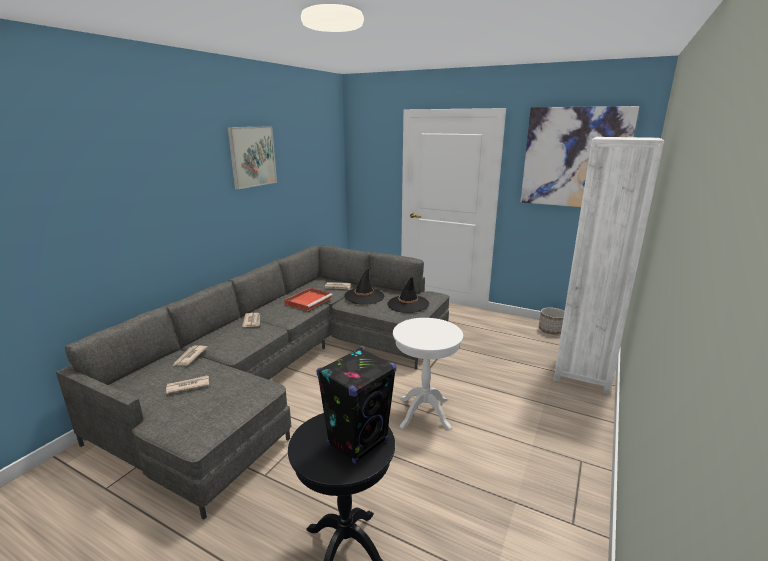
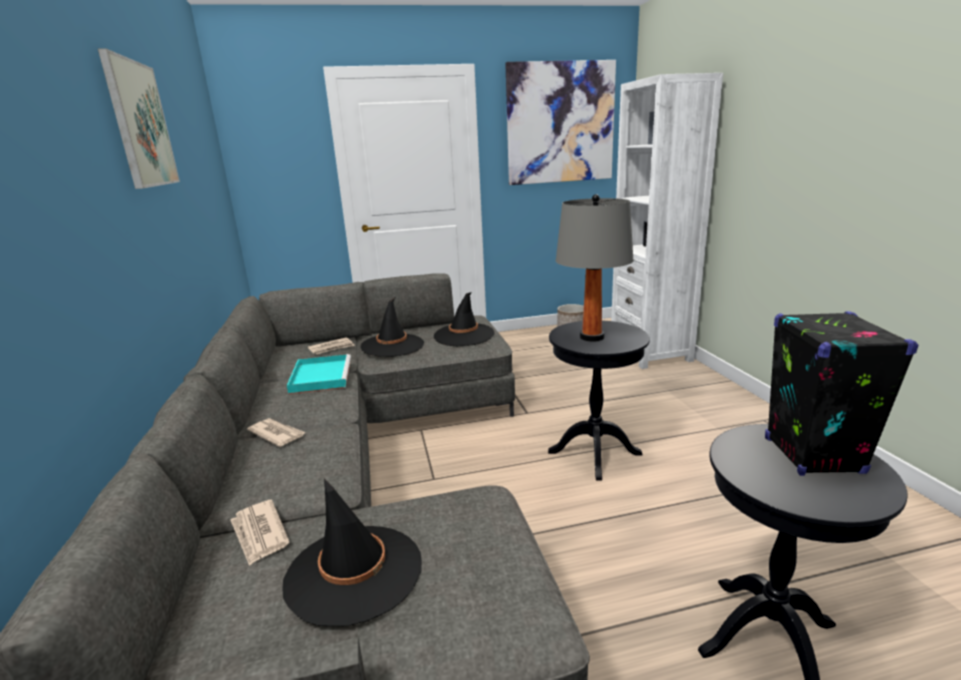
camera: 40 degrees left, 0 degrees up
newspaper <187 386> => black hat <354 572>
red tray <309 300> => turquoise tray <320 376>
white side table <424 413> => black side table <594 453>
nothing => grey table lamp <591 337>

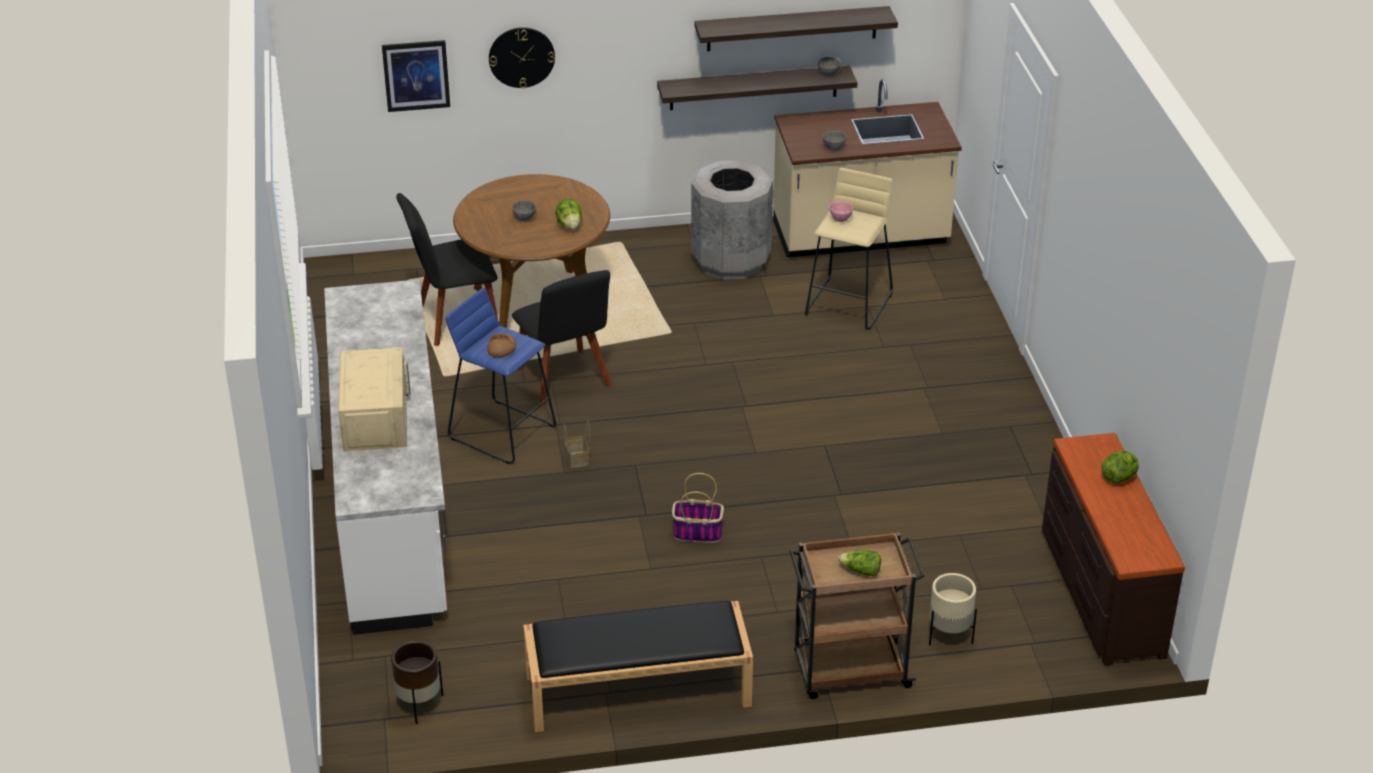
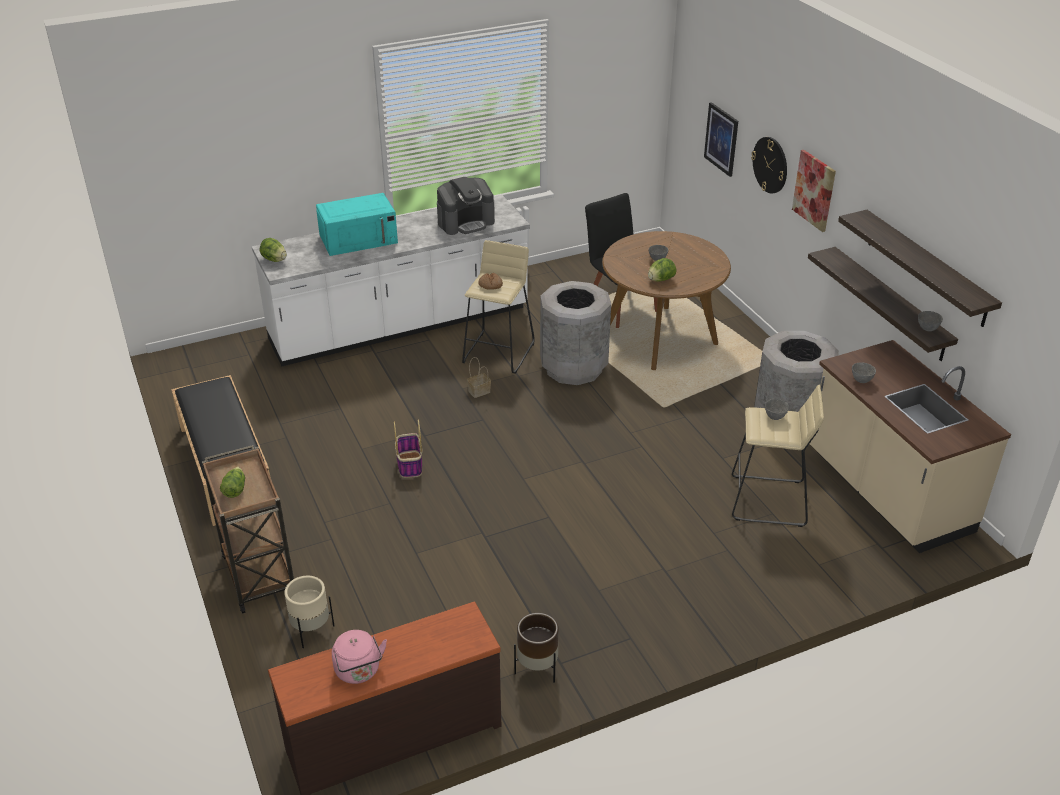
camera: 75 degrees right, 0 degrees up
lettuce <1119 478> => lettuce <274 260>, moved
beige microwave <375 417> => turquoise microwave <359 239>
nothing => pink kettle <359 672>
nothing => coffee machine <466 222>
blue stool <502 431> => beige stool <499 352>
brown planter <419 704> => brown planter <537 669>, moved
black chair <565 380> => grey trash can <573 368>
pink bowl <840 219> => grey bowl <774 417>
nothing => picture <814 190>

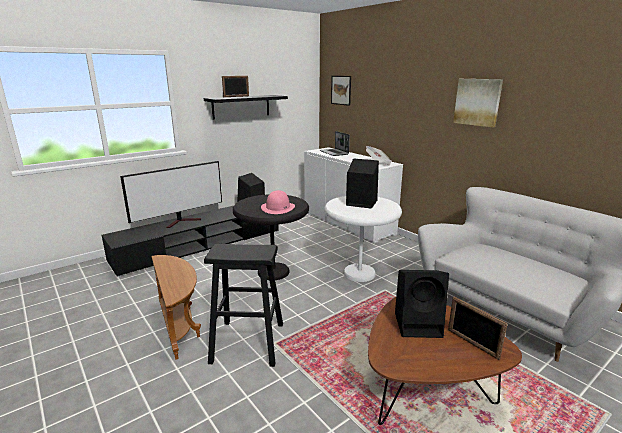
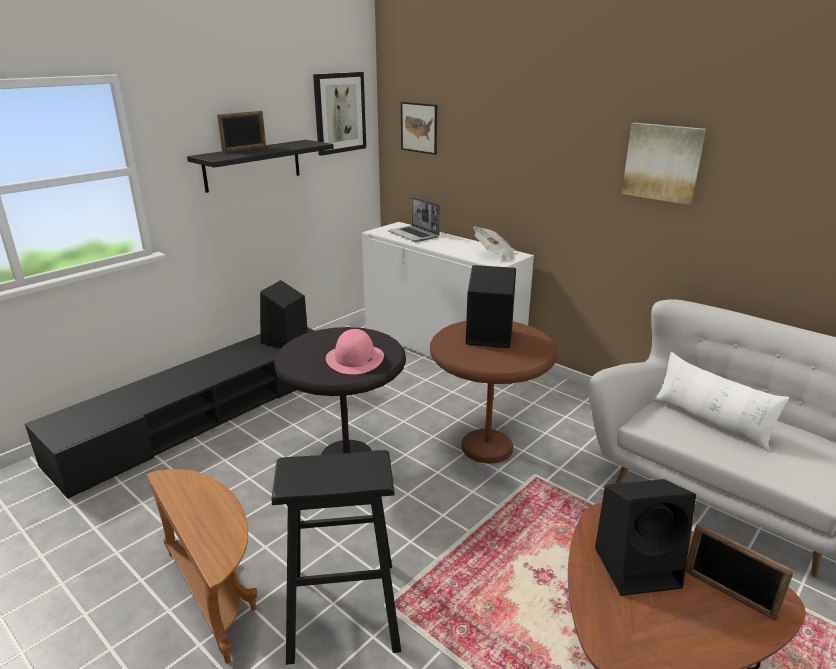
camera: 10 degrees left, 5 degrees up
nothing => picture <339 113>
white side table <359 274> => brown side table <486 447>
nothing => white pillow <710 421>
television <182 221> => nothing

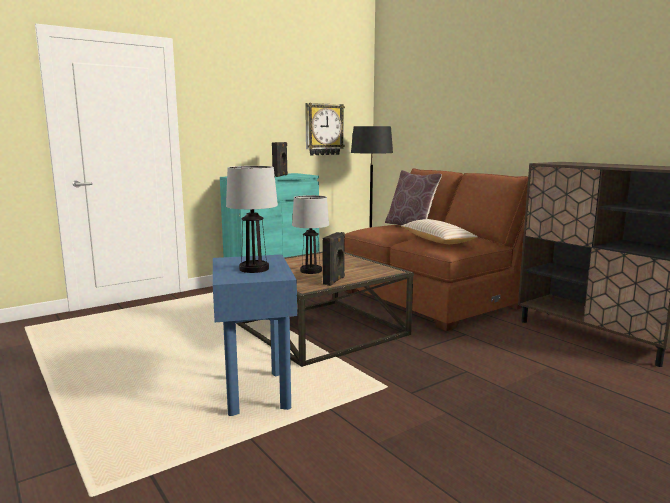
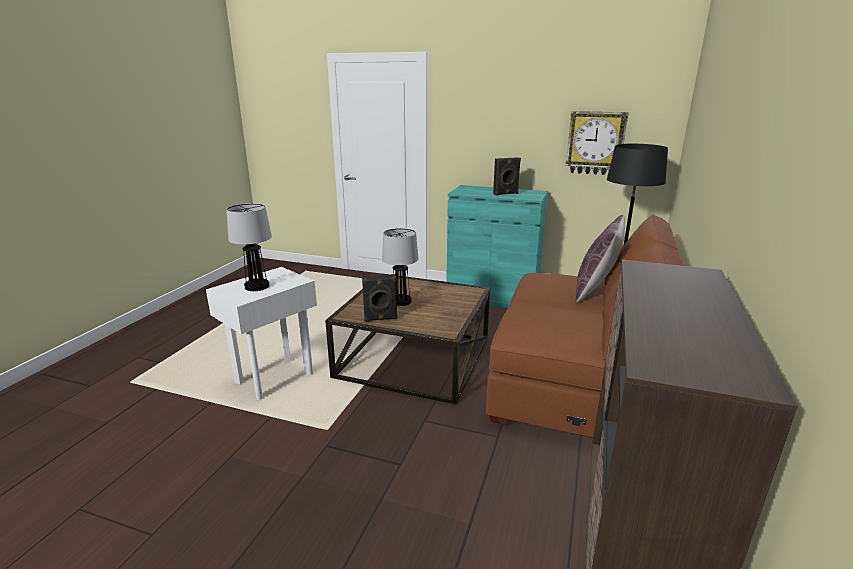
camera: 55 degrees right, 10 degrees up
blue side table <255 393> => white side table <274 378>
beige pillow <436 240> => nothing

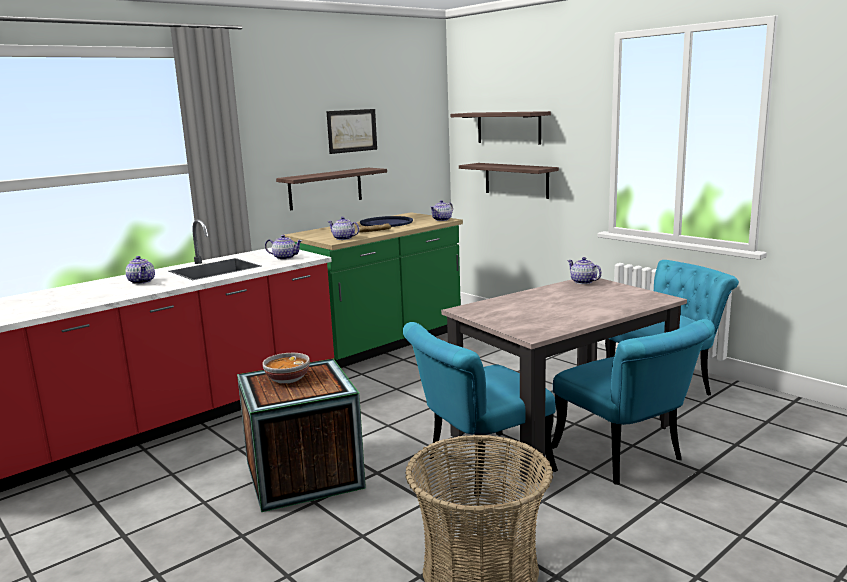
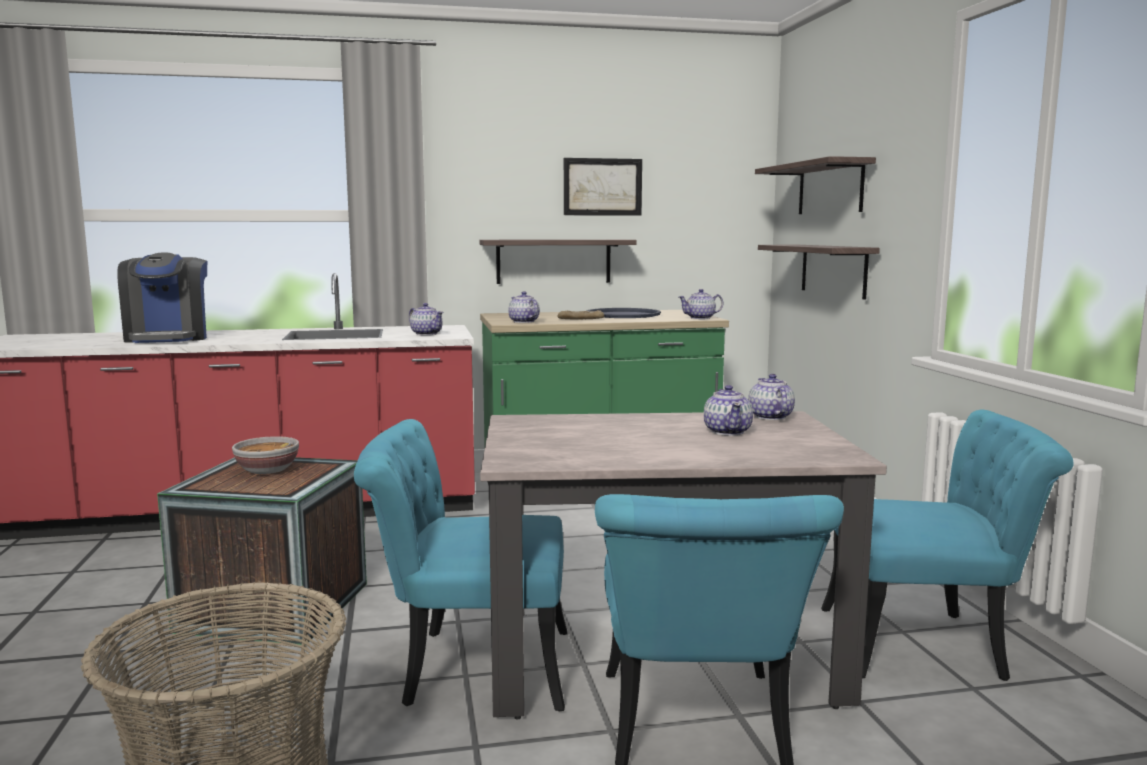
camera: 30 degrees right, 5 degrees down
nothing => coffee machine <168 338>
teapot <142 281> => teapot <728 431>, moved

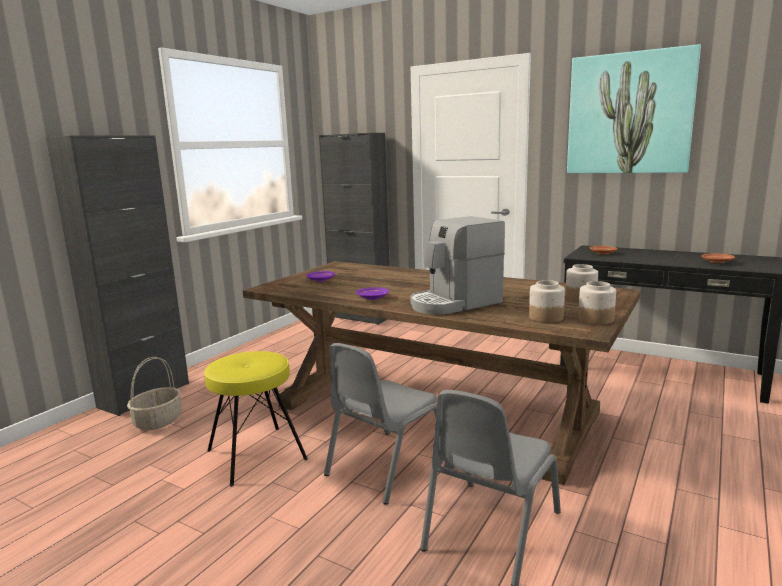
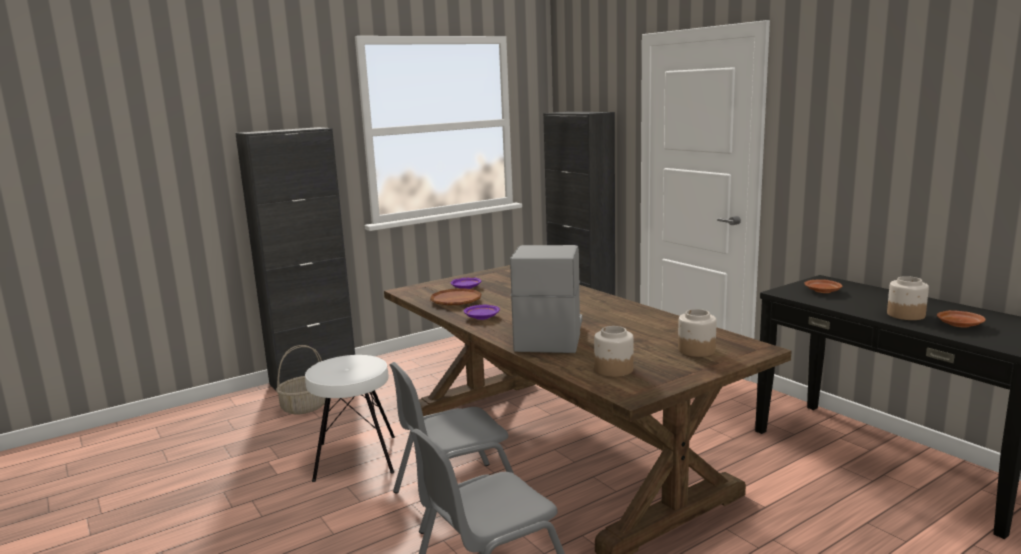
camera: 25 degrees right, 0 degrees up
yellow stool <256 454> => white stool <356 457>
nothing => brown plate <456 301>
coffee machine <454 303> => coffee machine <549 336>, 105 degrees clockwise
jar <595 319> => jar <905 315>, moved
picture <629 114> => nothing

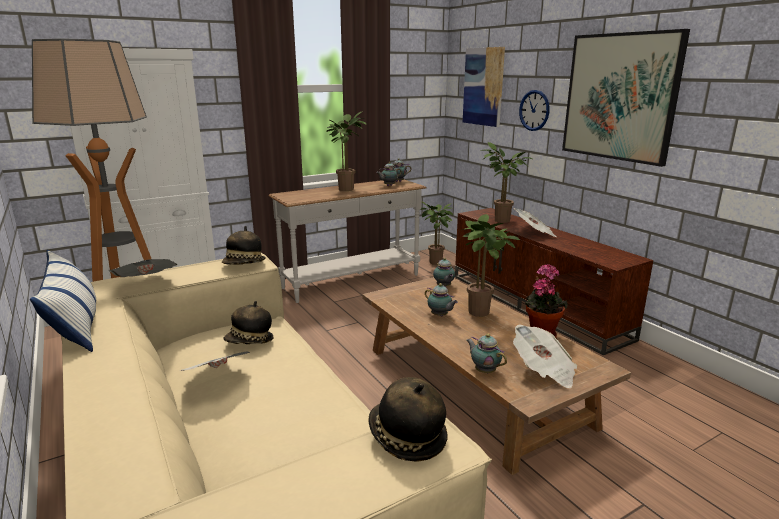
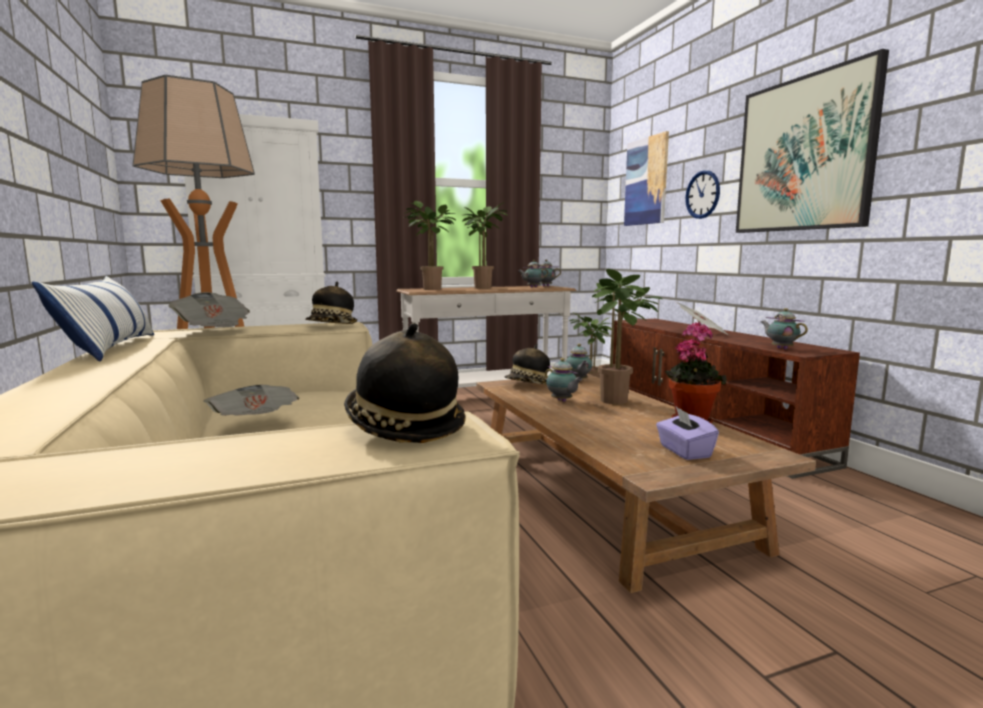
camera: 10 degrees right, 10 degrees down
potted plant <499 221> => potted plant <428 289>, moved
hat <250 342> => hat <527 384>, moved
newspaper <544 371> => purple tissue box <684 451>
teapot <484 370> => teapot <780 348>, moved

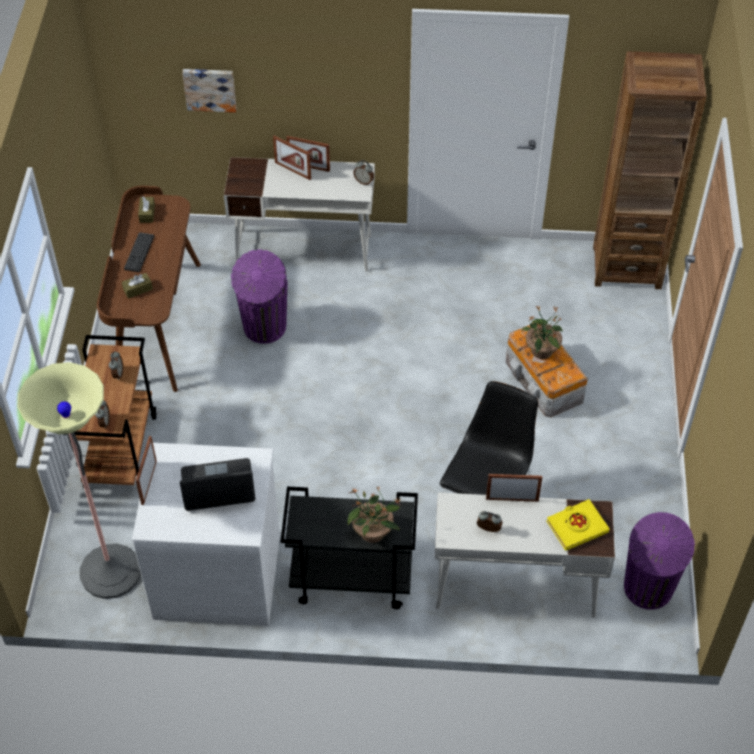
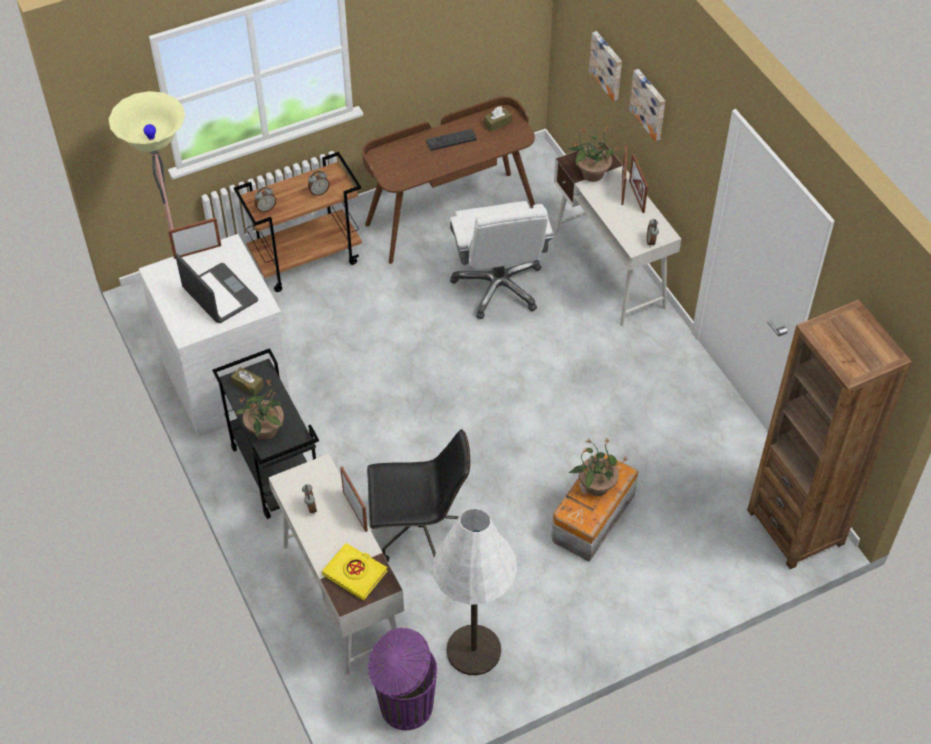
camera: 60 degrees right, 0 degrees up
brown tissue box <138 289> => brown tissue box <248 385>, moved
nothing => white floor lamp <473 650>
purple trash can <264 328> => white office chair <499 286>
nothing => potted plant <591 173>
nothing => picture <649 104>

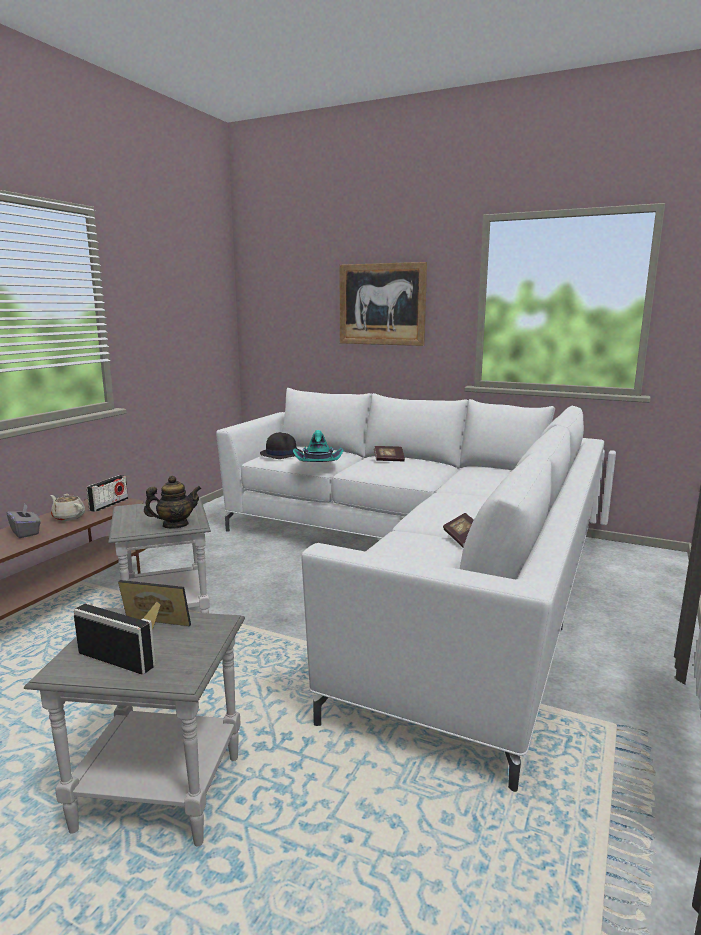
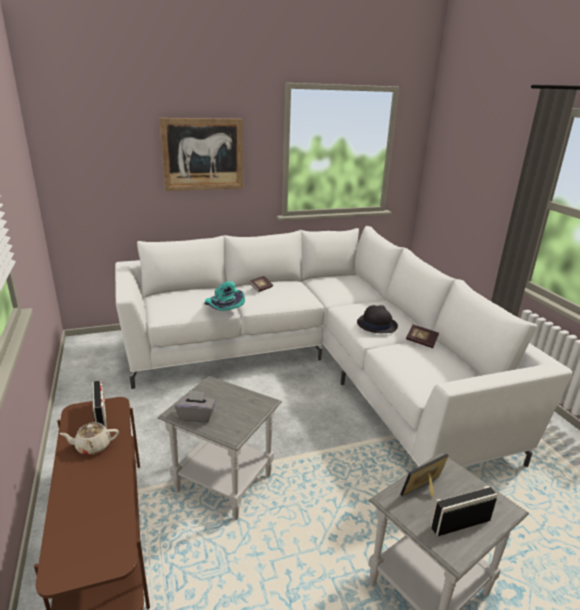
camera: 45 degrees left, 10 degrees up
grey tissue box <25 532> => grey tissue box <196 416>, moved
black hat <281 453> => black hat <376 324>, moved
teapot <175 525> => nothing

